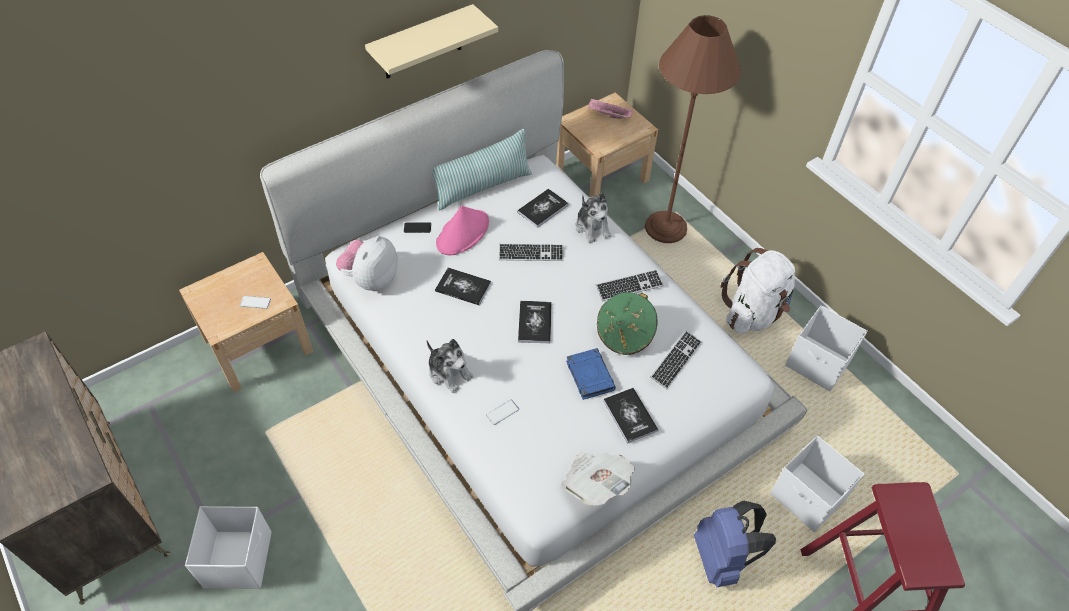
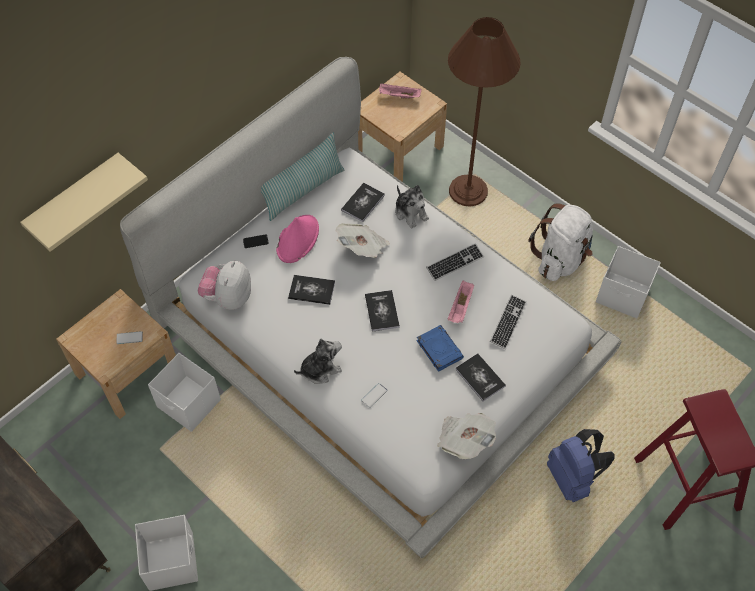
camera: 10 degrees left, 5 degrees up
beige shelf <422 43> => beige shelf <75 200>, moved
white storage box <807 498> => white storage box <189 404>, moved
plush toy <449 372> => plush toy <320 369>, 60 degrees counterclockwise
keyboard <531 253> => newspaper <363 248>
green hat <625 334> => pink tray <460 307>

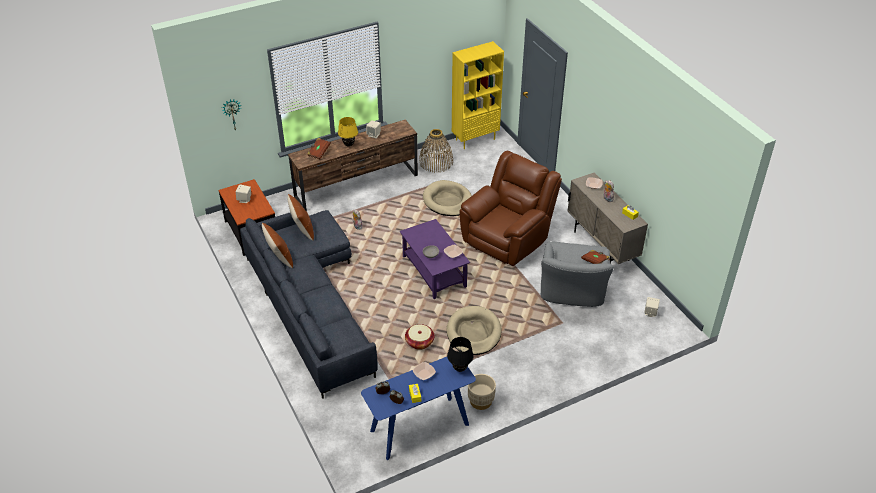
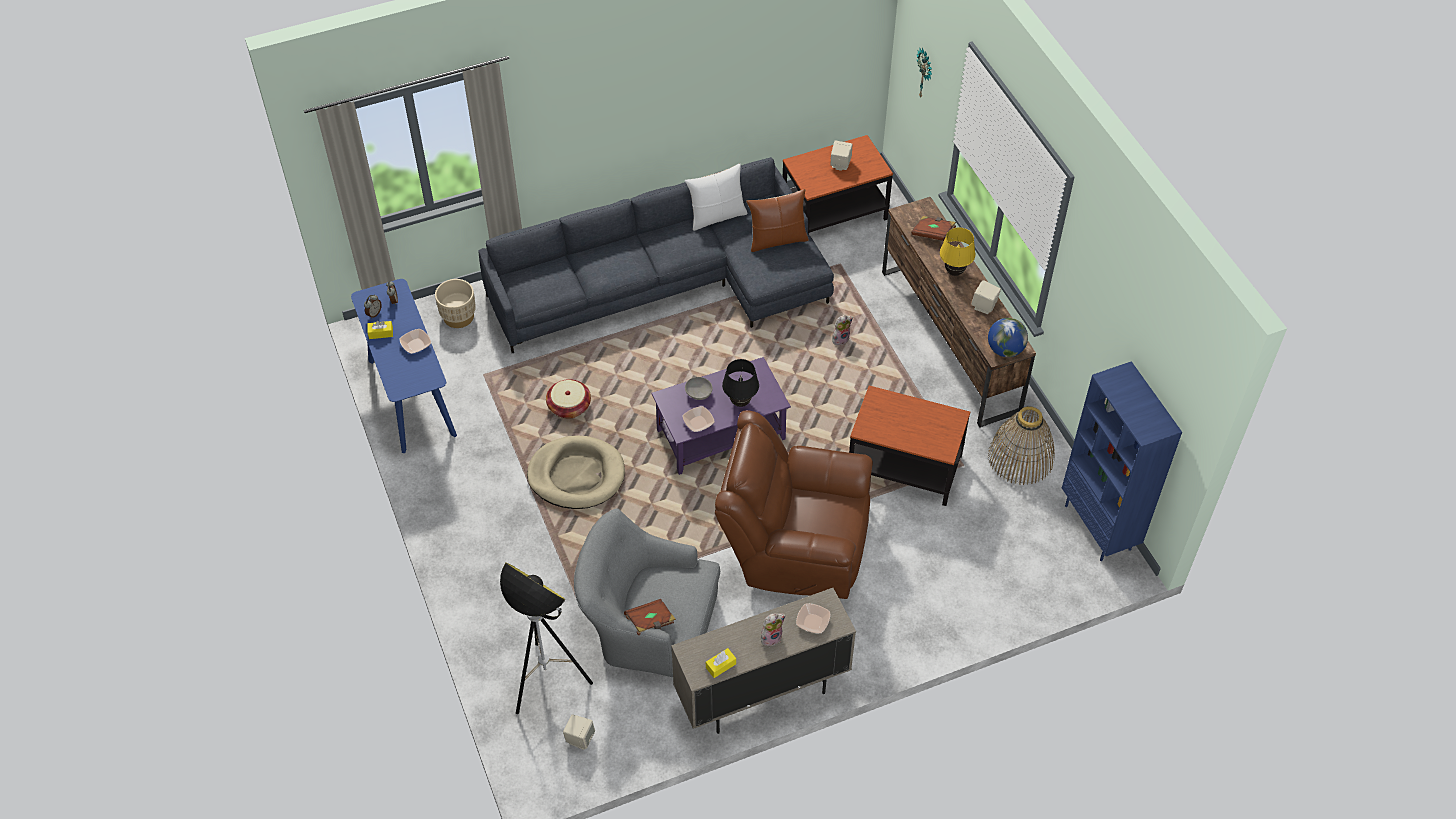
camera: 95 degrees right, 10 degrees up
beige planter <480 401> => beige planter <458 316>, moved
nothing => floor lamp <546 682>
brown pillow <280 258> => white pillow <717 216>
brown armchair <507 238> => brown armchair <794 547>, 150 degrees clockwise
black table lamp <460 369> => black table lamp <740 402>, moved
beige dog bed <448 201> => side table <904 467>
nothing => globe <1005 350>
yellow bookcase <475 139> => blue bookcase <1099 527>

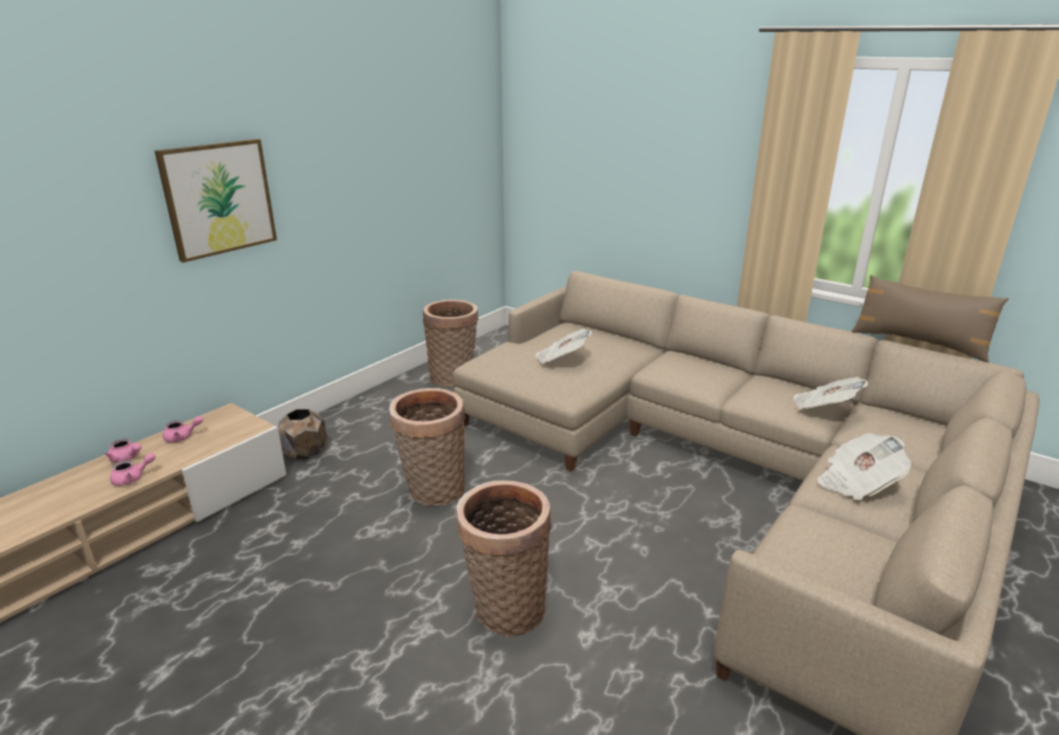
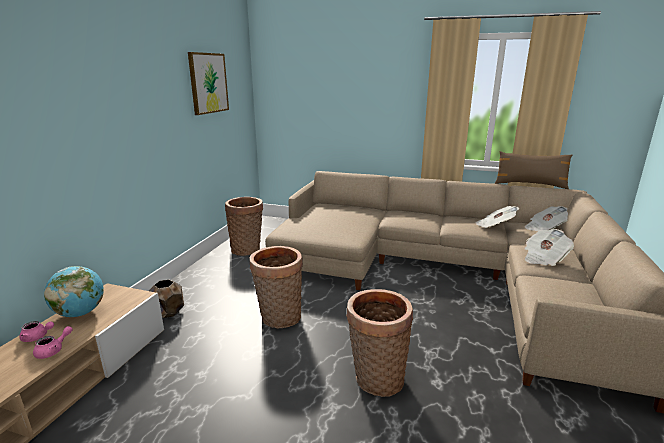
camera: 20 degrees left, 5 degrees down
pink teapot <182 437> => globe <80 313>
picture <219 198> => picture <208 83>, moved
newspaper <561 359> => newspaper <544 228>, moved

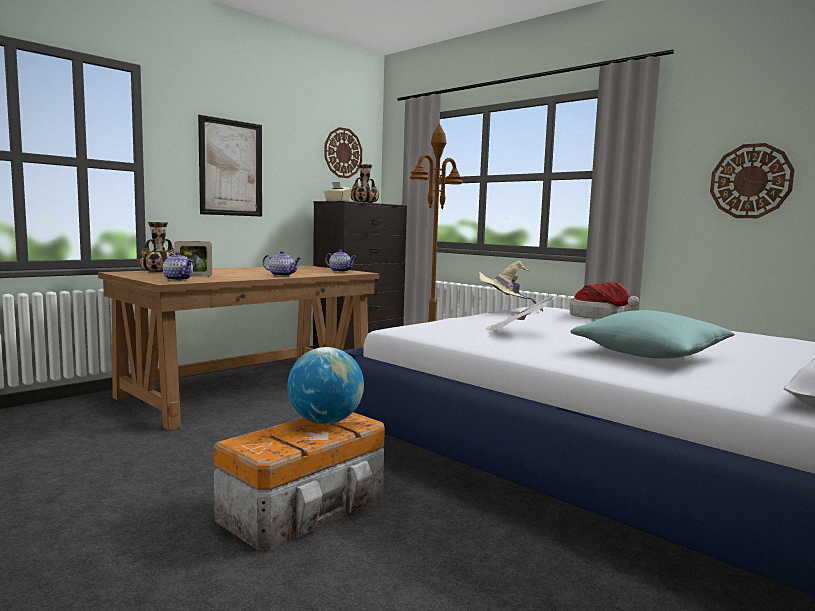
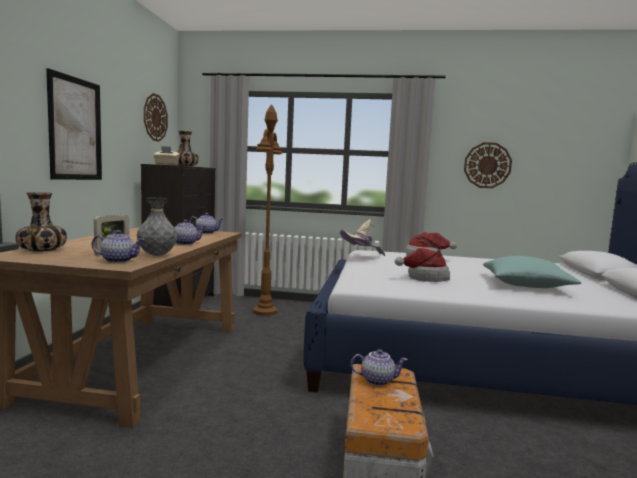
camera: 35 degrees left, 0 degrees up
nothing => grey vase <157 255>
globe <325 422> => teapot <377 380>
newspaper <517 332> => hat <424 277>

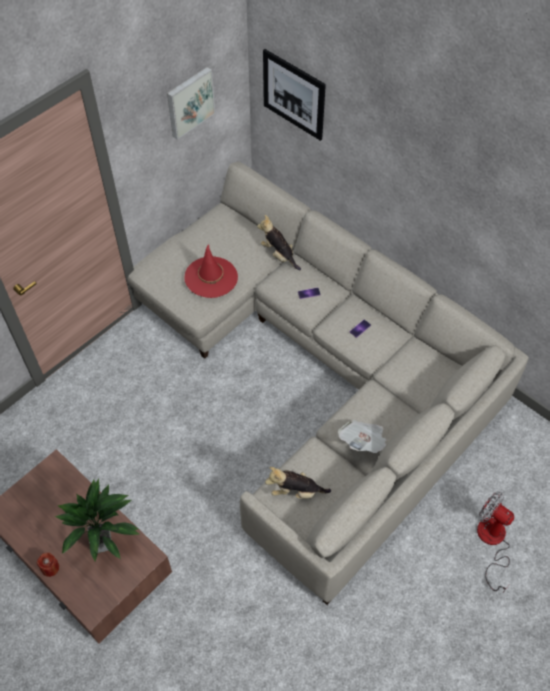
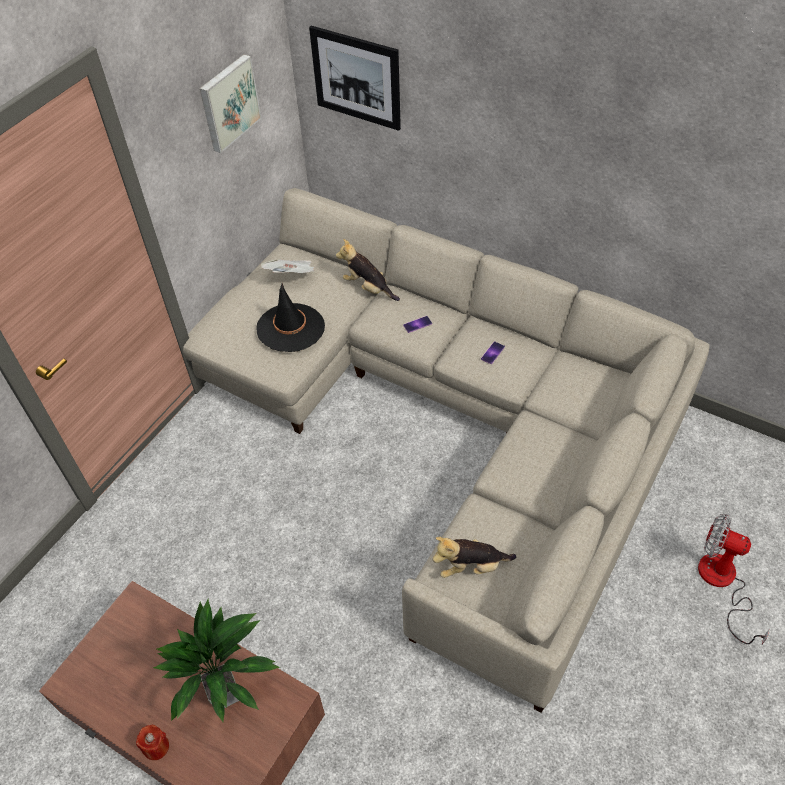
camera: 10 degrees left, 5 degrees down
red hat <211 277> => black hat <290 328>
newspaper <363 442> => newspaper <292 276>, moved

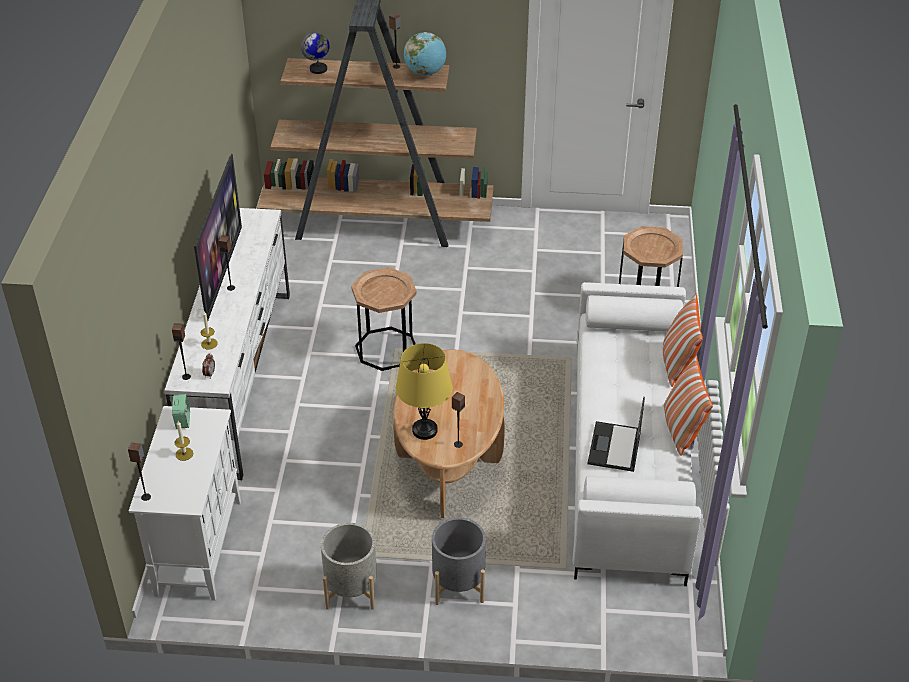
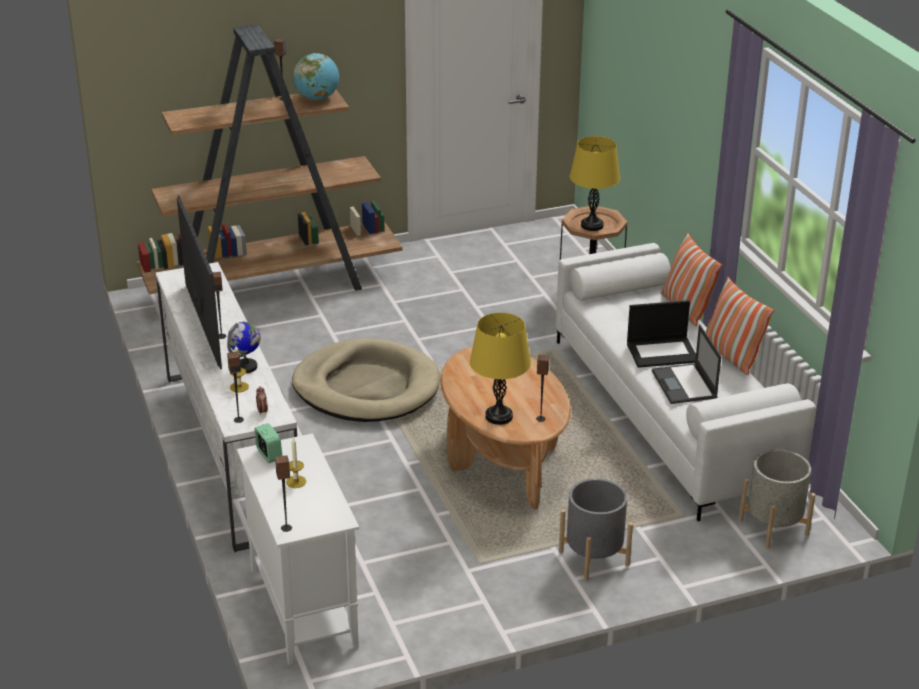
camera: 25 degrees left, 10 degrees down
globe <318 69> => globe <246 367>, moved
brown side table <386 349> => beige dog bed <366 387>
nothing => yellow table lamp <592 225>
nothing => laptop <662 352>
grey planter <351 589> => grey planter <773 527>, moved

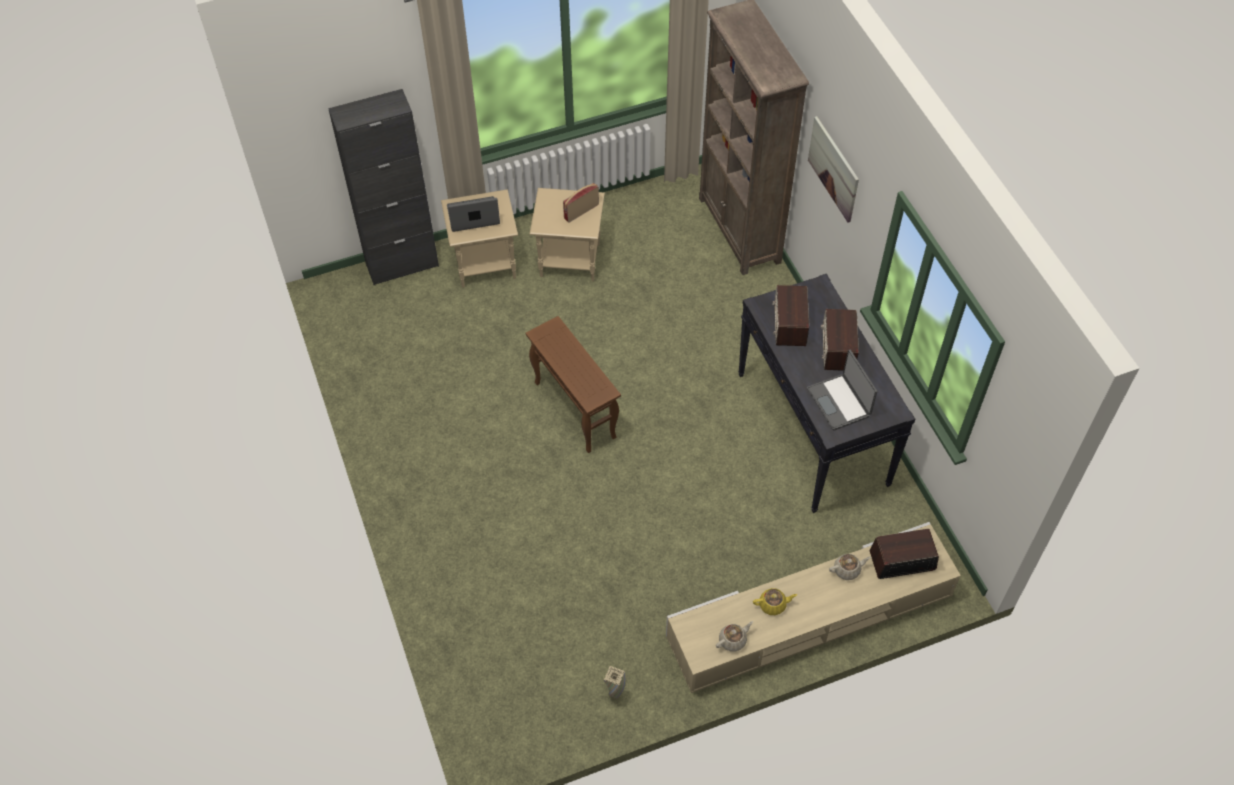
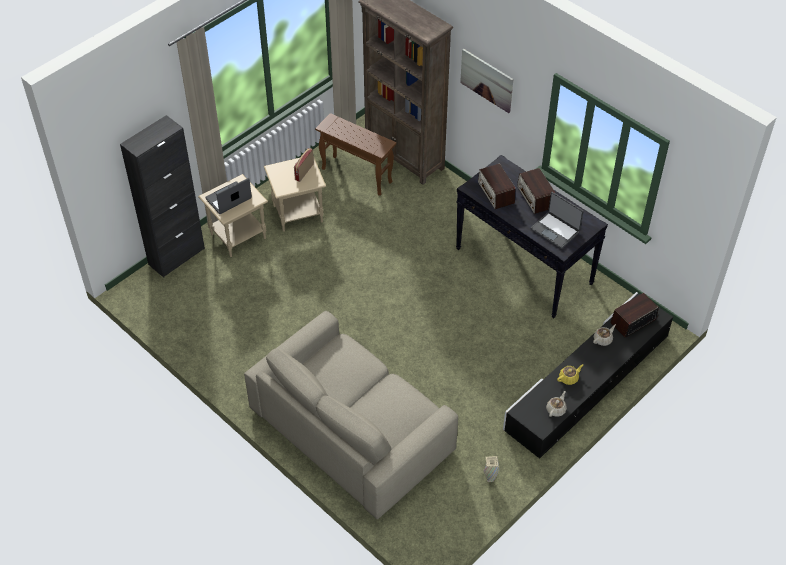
camera: 25 degrees left, 5 degrees down
nothing => beige sofa <352 428>
brown side table <574 410> => brown side table <356 175>, moved
beige tv stand <809 617> => black tv stand <587 383>

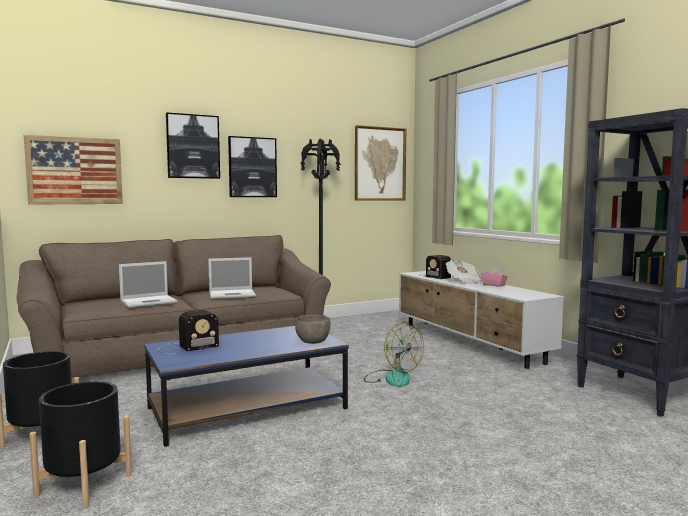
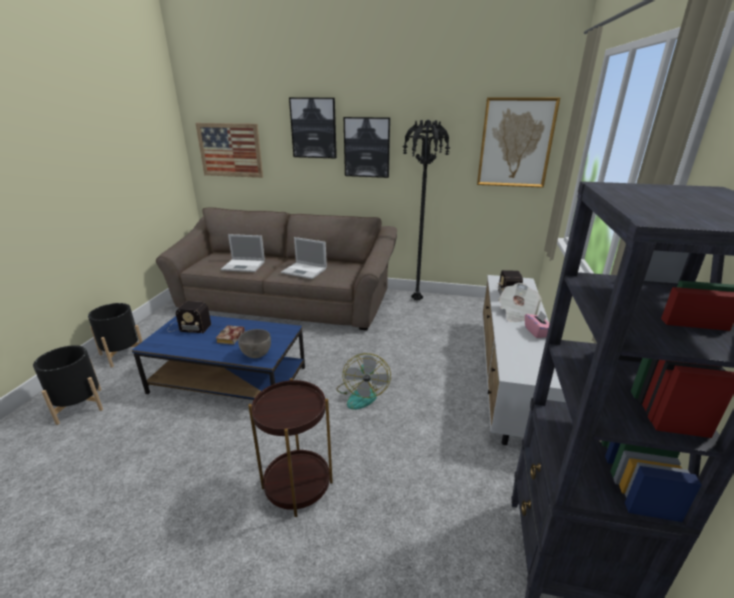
camera: 40 degrees right, 20 degrees up
nothing => book <231 338>
nothing => brown side table <297 485>

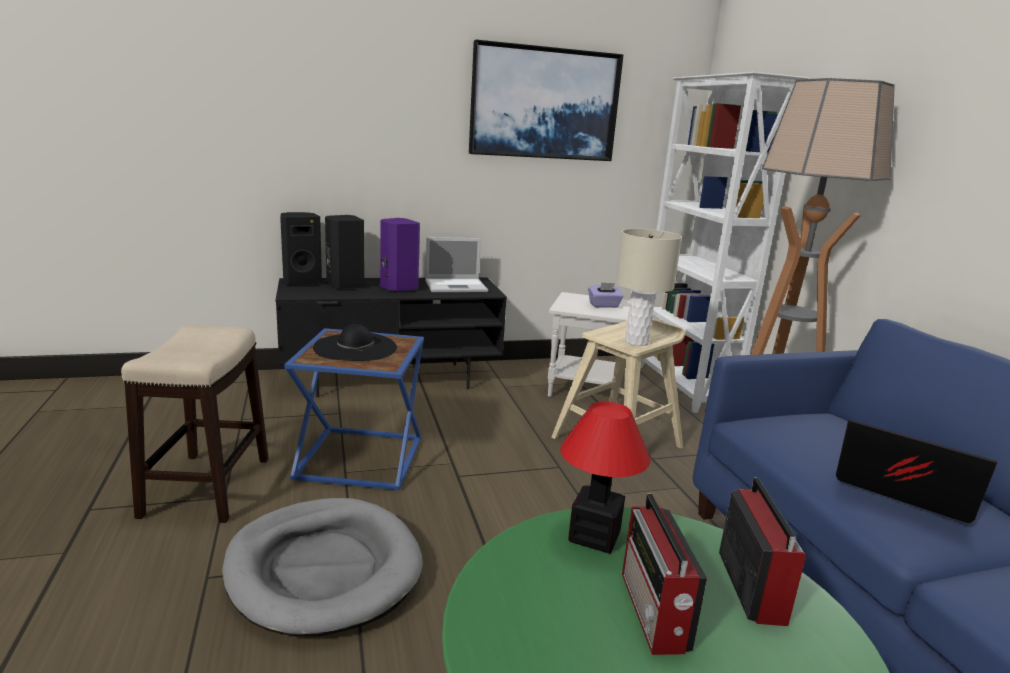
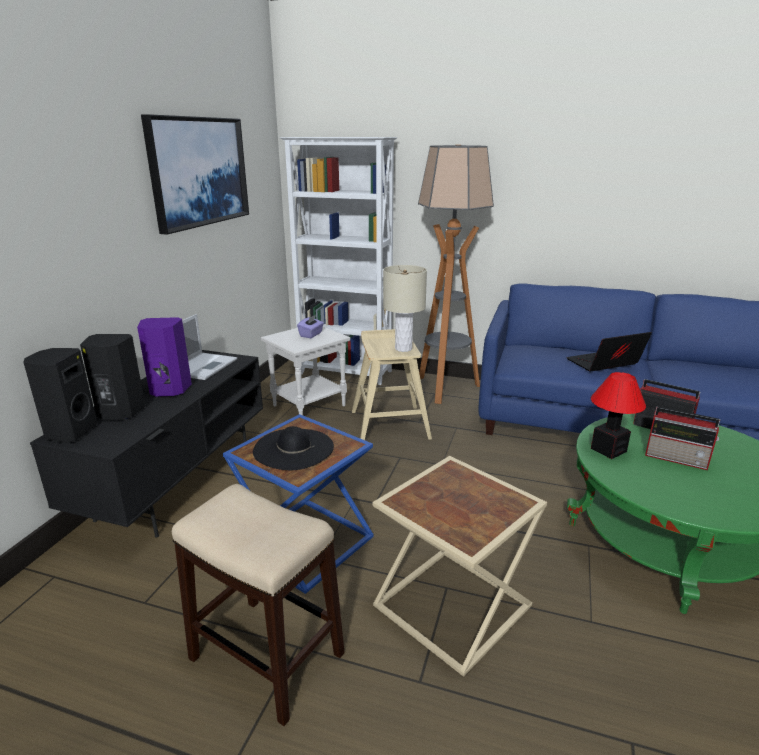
camera: 55 degrees left, 5 degrees up
grey dog bed <324 569> => beige side table <449 606>

